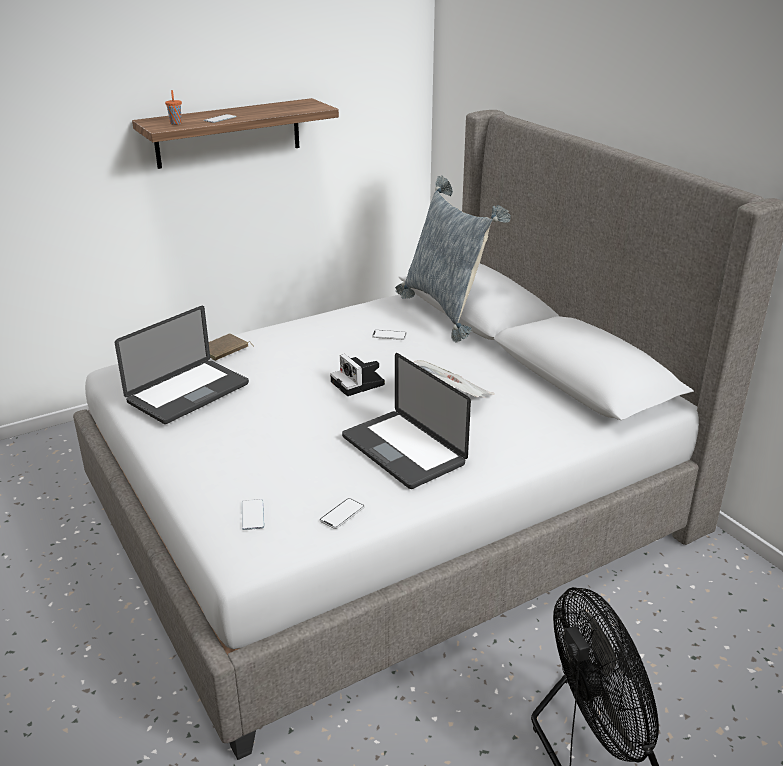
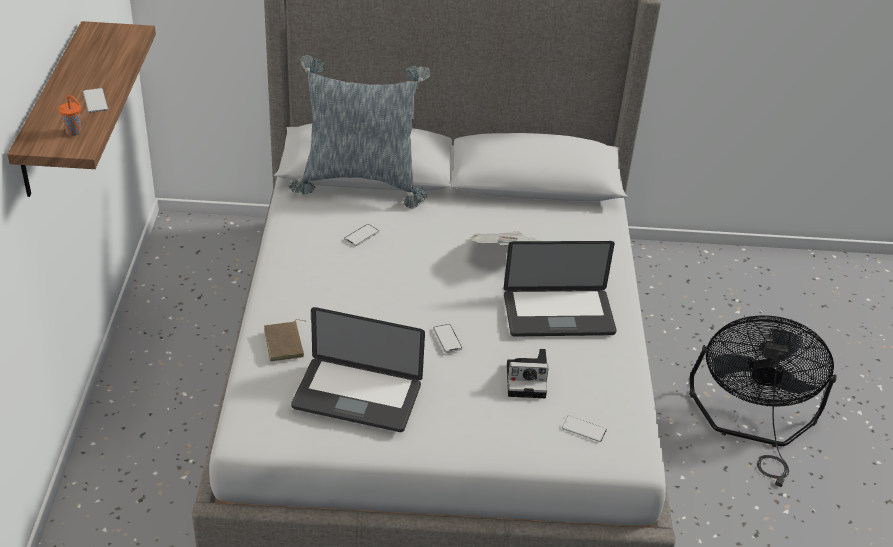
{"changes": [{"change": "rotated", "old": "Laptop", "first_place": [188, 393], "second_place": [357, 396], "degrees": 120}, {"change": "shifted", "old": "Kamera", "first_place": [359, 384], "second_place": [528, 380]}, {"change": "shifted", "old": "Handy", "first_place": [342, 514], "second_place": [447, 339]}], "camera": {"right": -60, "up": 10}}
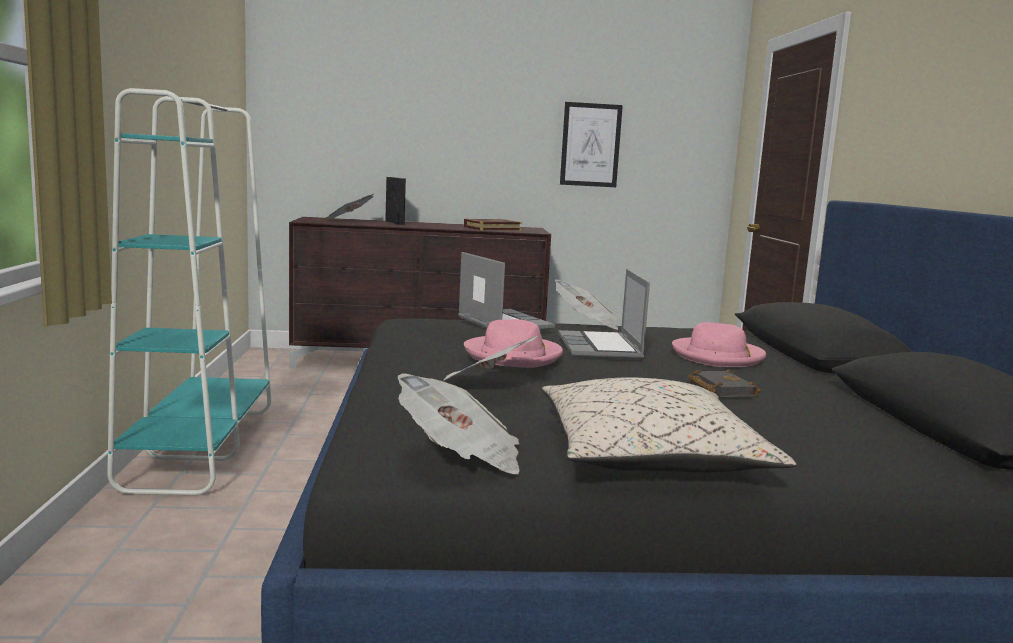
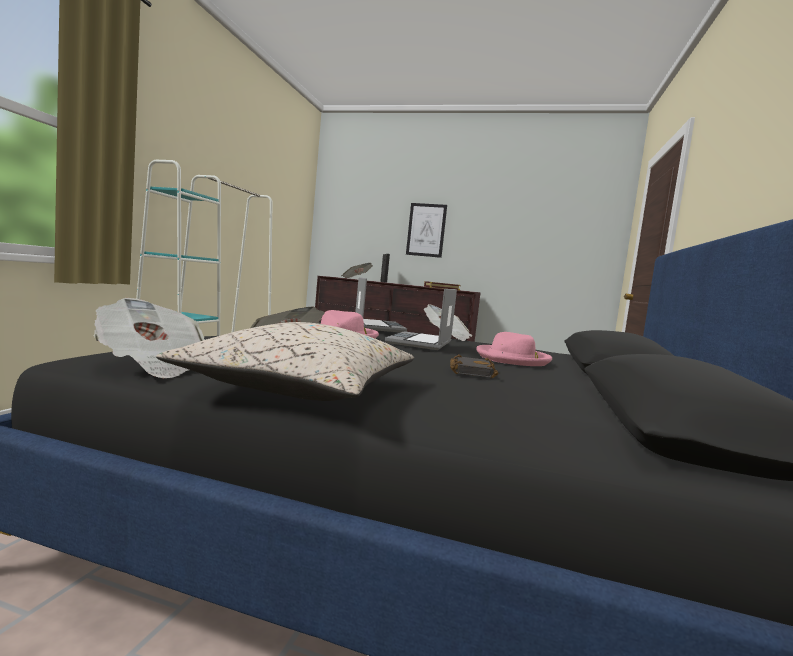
{"changes": [{"change": "shifted", "old": "Bild", "first_place": [590, 145], "second_place": [426, 230]}], "camera": {"right": 20, "up": -5}}
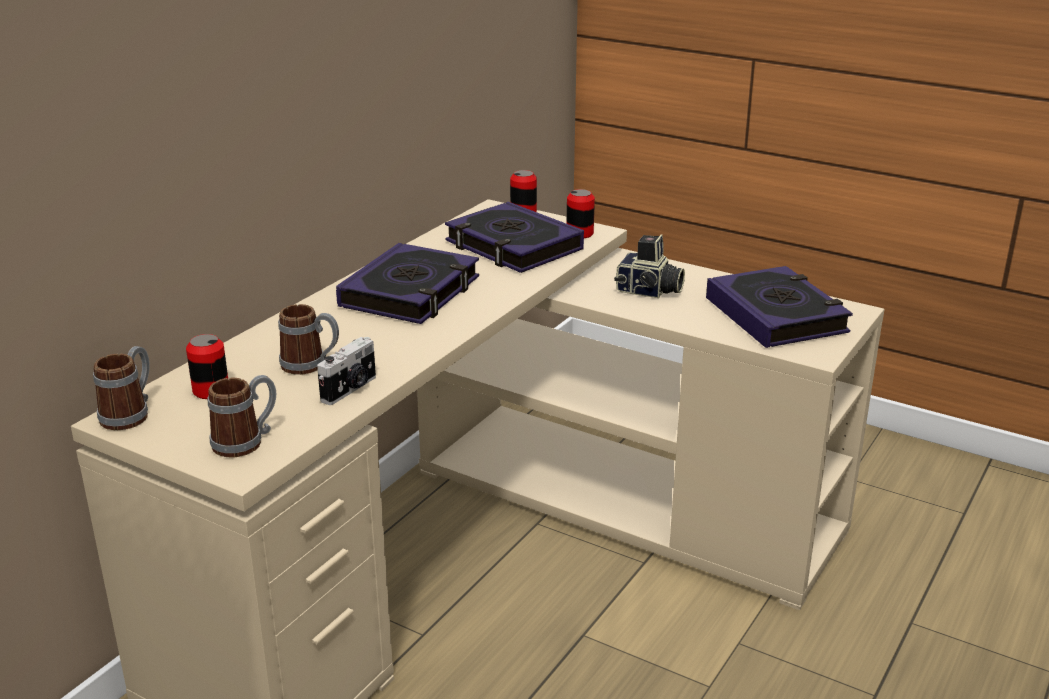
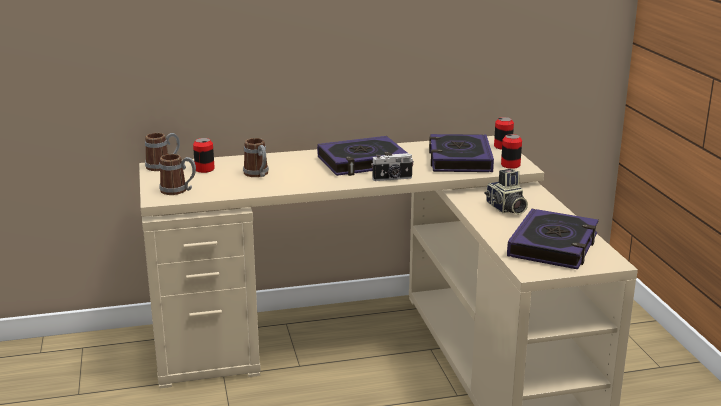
{"changes": [{"change": "shifted", "old": "Kamera", "first_place": [350, 389], "second_place": [392, 178]}], "camera": {"right": 45, "up": -5}}
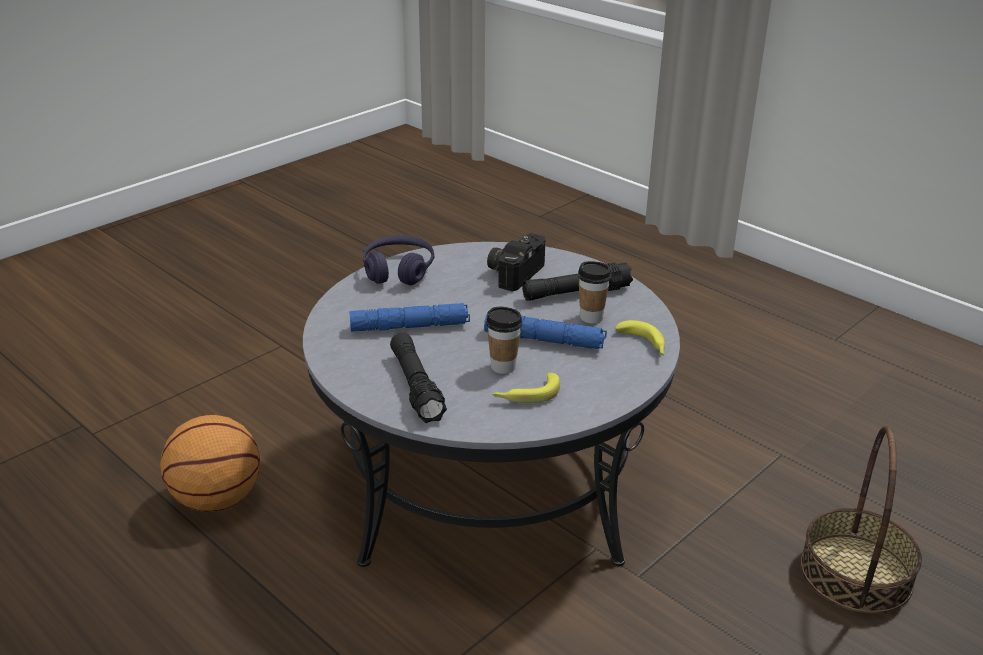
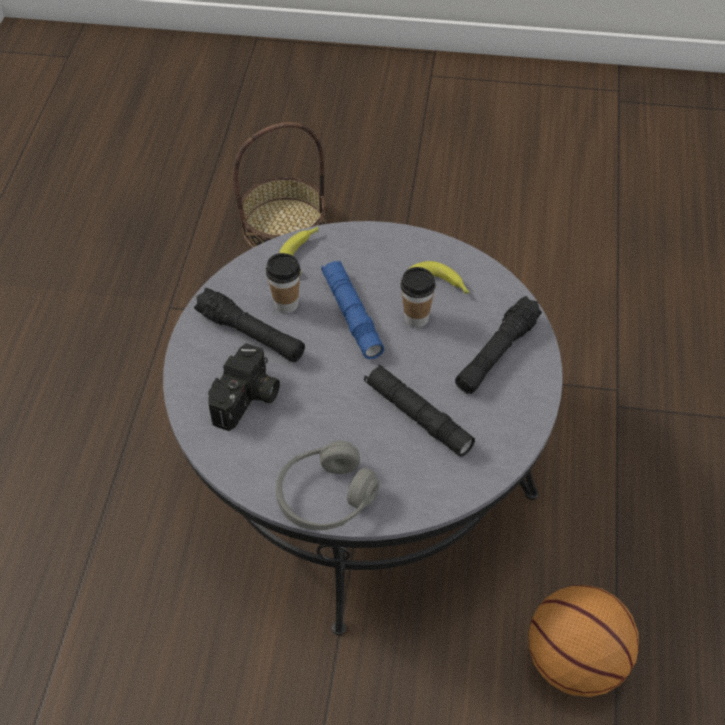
{"changes": [{"change": "rotated", "old": "Kamera", "first_place": [514, 272], "second_place": [248, 400], "degrees": -60}, {"change": "repainted", "old": "Kopfhörer (lila)", "new": "Kopfhörer (grau)", "first_place": [398, 270], "second_place": [326, 497]}, {"change": "repainted", "old": "Taschenlampe (blau)", "new": "Taschenlampe (schwarz)", "first_place": [410, 326], "second_place": [418, 416]}], "camera": {"right": -125, "up": 20}}
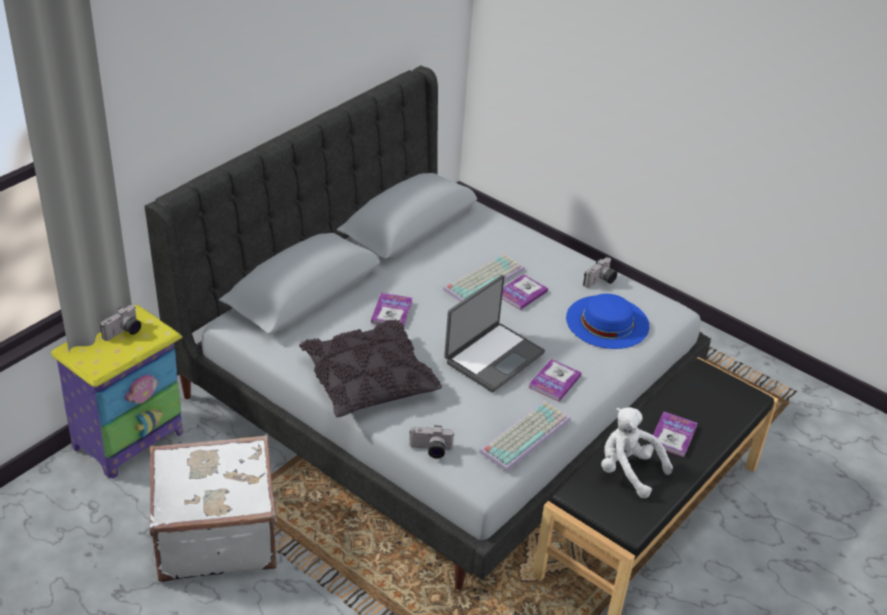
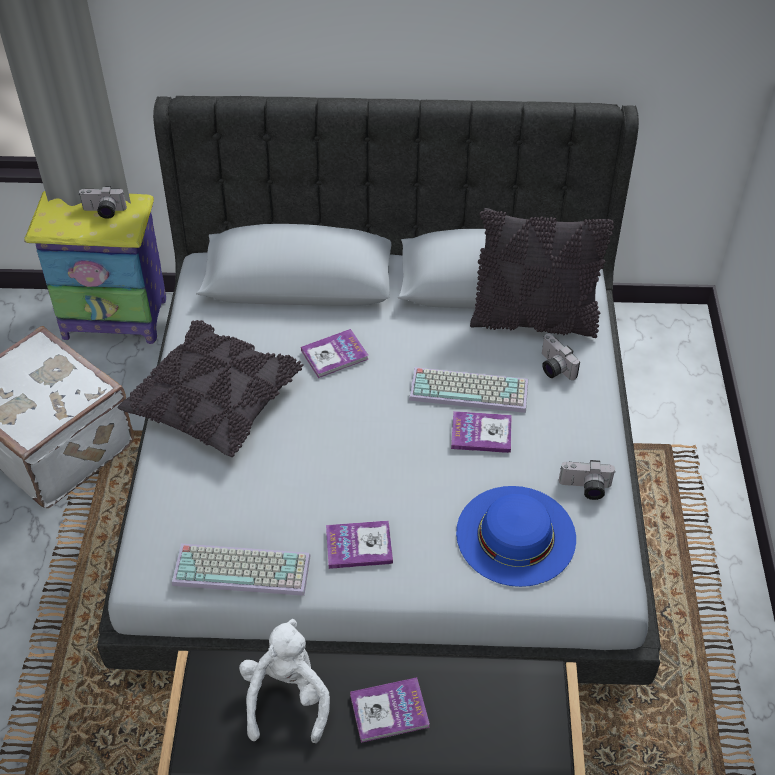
{"changes": [{"change": "gone", "old": "Laptop", "first_place": [493, 357]}, {"change": "shifted", "old": "Kamera", "first_place": [430, 450], "second_place": [553, 368]}, {"change": "new", "new": "Kissen (schwarz)", "second_place": [534, 319]}], "camera": {"right": 55, "up": 10}}
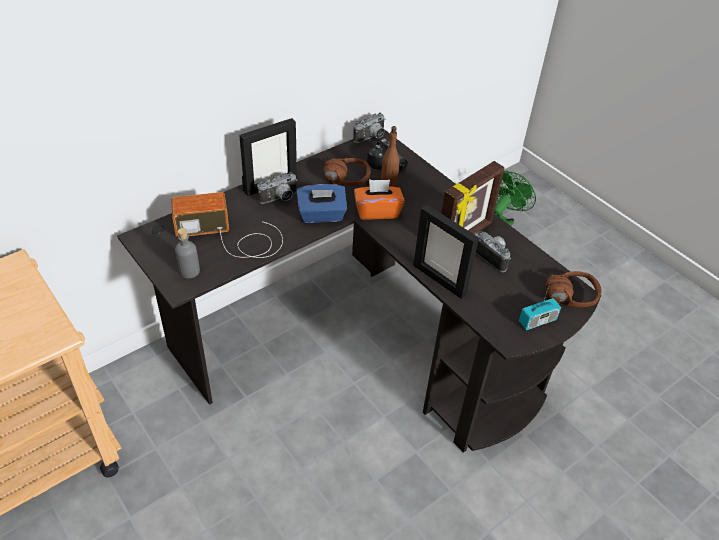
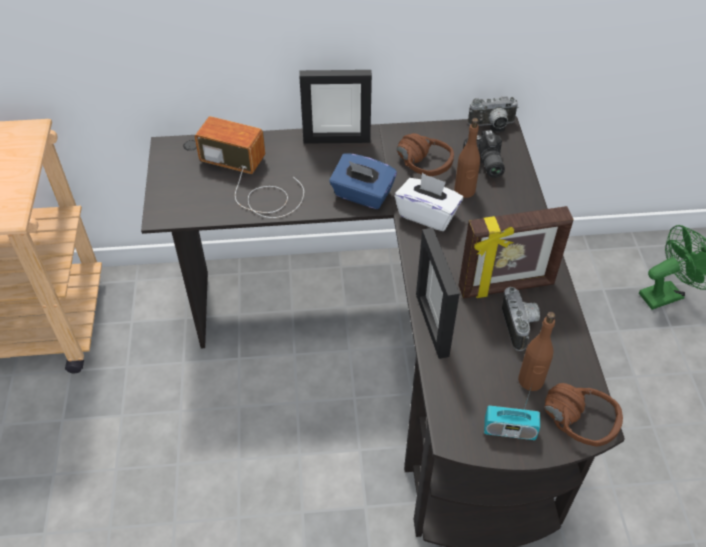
{"changes": [{"change": "gone", "old": "Kamera", "first_place": [280, 199]}, {"change": "repainted", "old": "Taschentuchbox (orange)", "new": "Taschentuchbox (weiß)", "first_place": [377, 211], "second_place": [427, 214]}, {"change": "gone", "old": "Flasche (grau)", "first_place": [189, 271]}, {"change": "new", "new": "Flasche (braun)", "second_place": [530, 381]}], "camera": {"right": 35, "up": 5}}
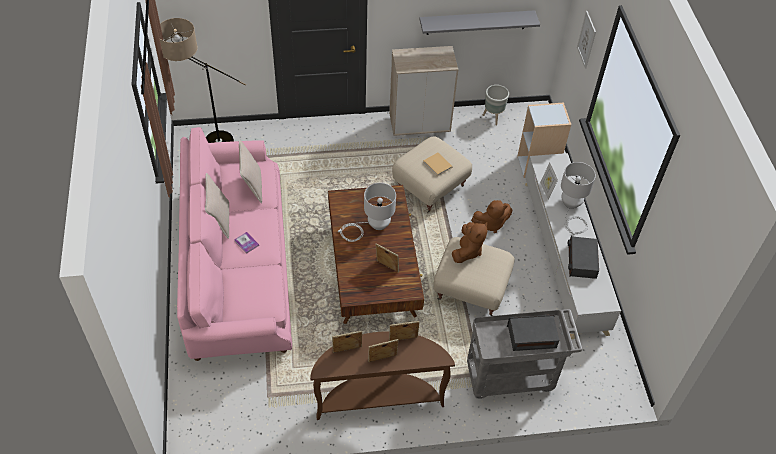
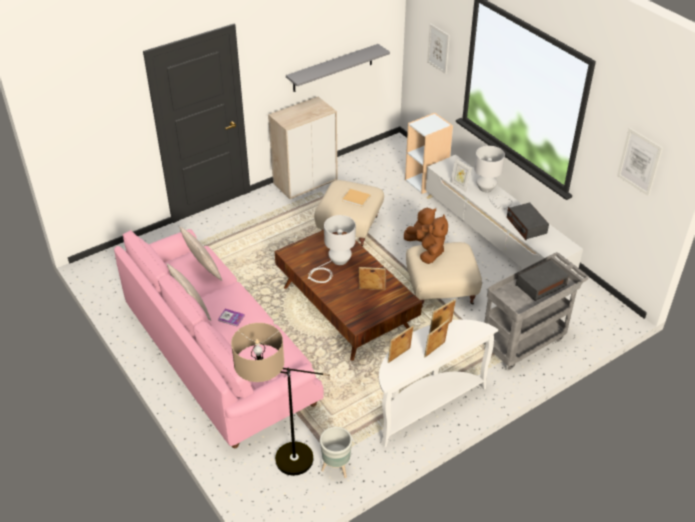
{"changes": [{"change": "shifted", "old": "Stehlampe", "first_place": [207, 143], "second_place": [281, 467]}, {"change": "shifted", "old": "Pflanzkübel (grau)", "first_place": [493, 117], "second_place": [336, 468]}, {"change": "repainted", "old": "Konsolentisch (braun)", "new": "Konsolentisch (weiß)", "first_place": [378, 397], "second_place": [425, 406]}, {"change": "new", "new": "Bild", "second_place": [639, 161]}], "camera": {"right": -25, "up": -10}}
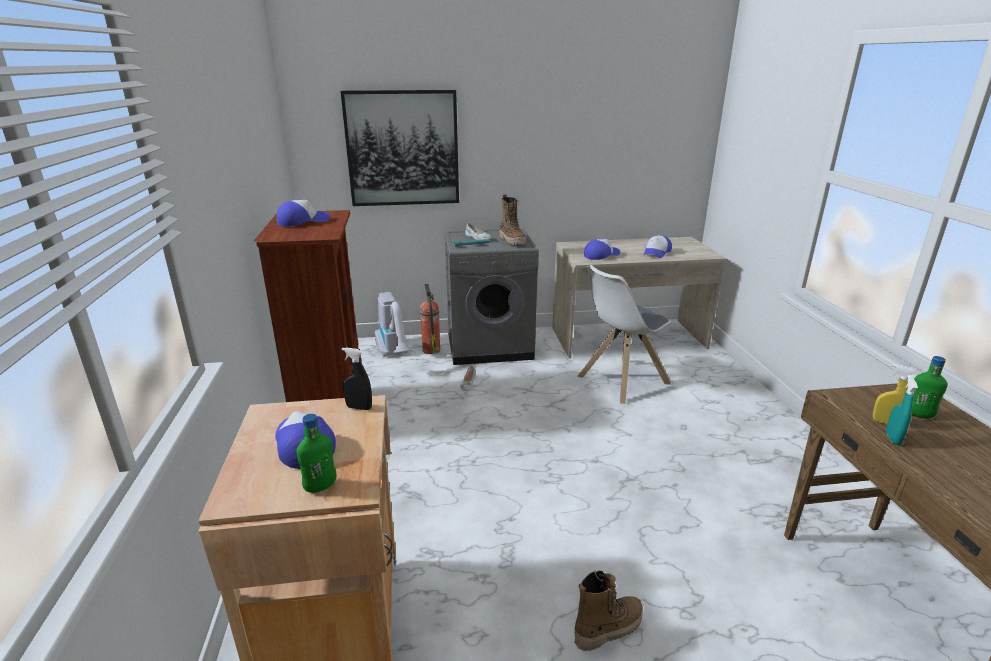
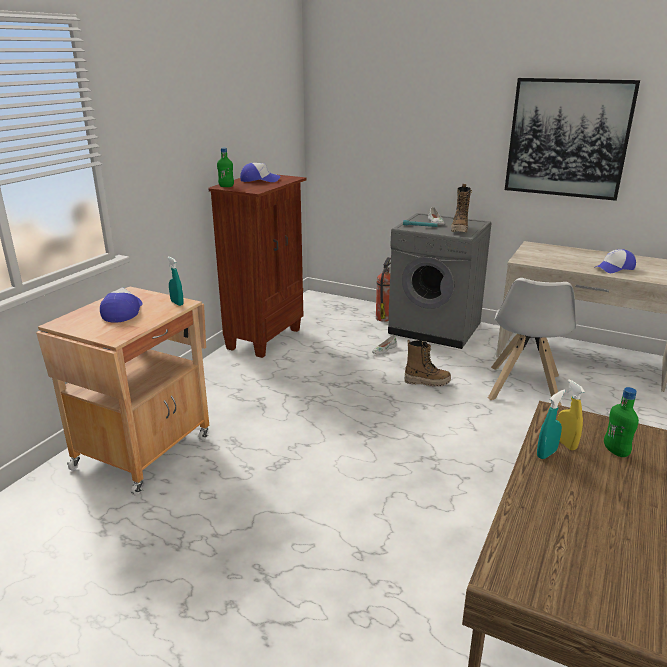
{"changes": [{"change": "shifted", "old": "Bild", "first_place": [402, 149], "second_place": [567, 138]}, {"change": "gone", "old": "Kappe", "first_place": [601, 255]}, {"change": "rotated", "old": "Stuhl", "first_place": [621, 380], "second_place": [523, 388], "degrees": -75}, {"change": "gone", "old": "Staubsauger", "first_place": [395, 355]}, {"change": "repainted", "old": "Sprühflasche (schwarz)", "new": "Sprühflasche (türkis)", "first_place": [359, 407], "second_place": [177, 303]}, {"change": "shifted", "old": "Flasche (grün)", "first_place": [320, 486], "second_place": [226, 186]}, {"change": "shifted", "old": "Stiefel", "first_place": [608, 628], "second_place": [427, 382]}], "camera": {"right": 35, "up": 0}}
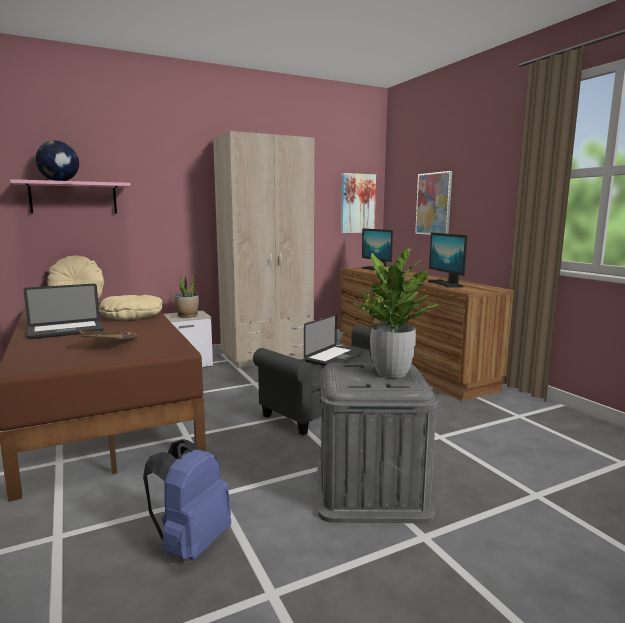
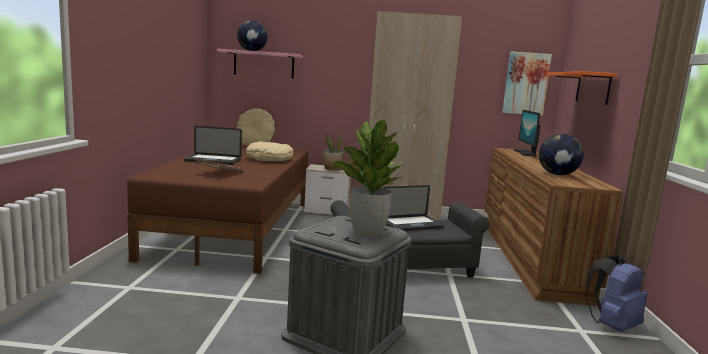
{"changes": [{"change": "swapped", "old": "Bild", "new": "Wandregal (orange)", "first_place": [433, 204], "second_place": [592, 88]}, {"change": "swapped", "old": "Monitor", "new": "Globus", "first_place": [446, 284], "second_place": [557, 174]}, {"change": "shifted", "old": "Rucksack (blau)", "first_place": [191, 543], "second_place": [612, 325]}], "camera": {"right": 30, "up": 0}}
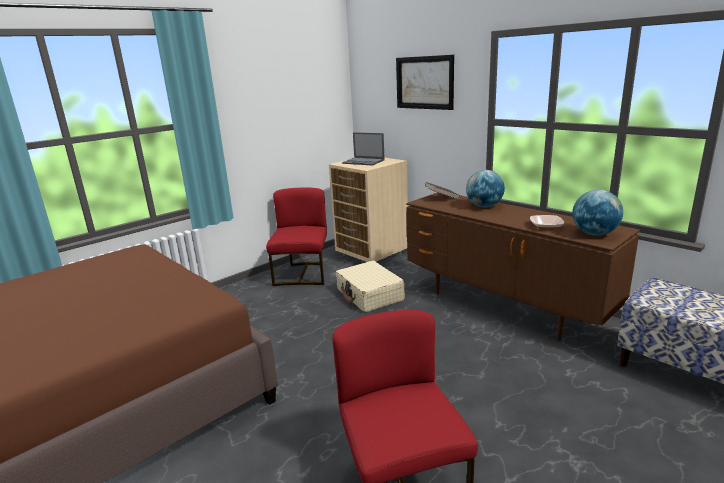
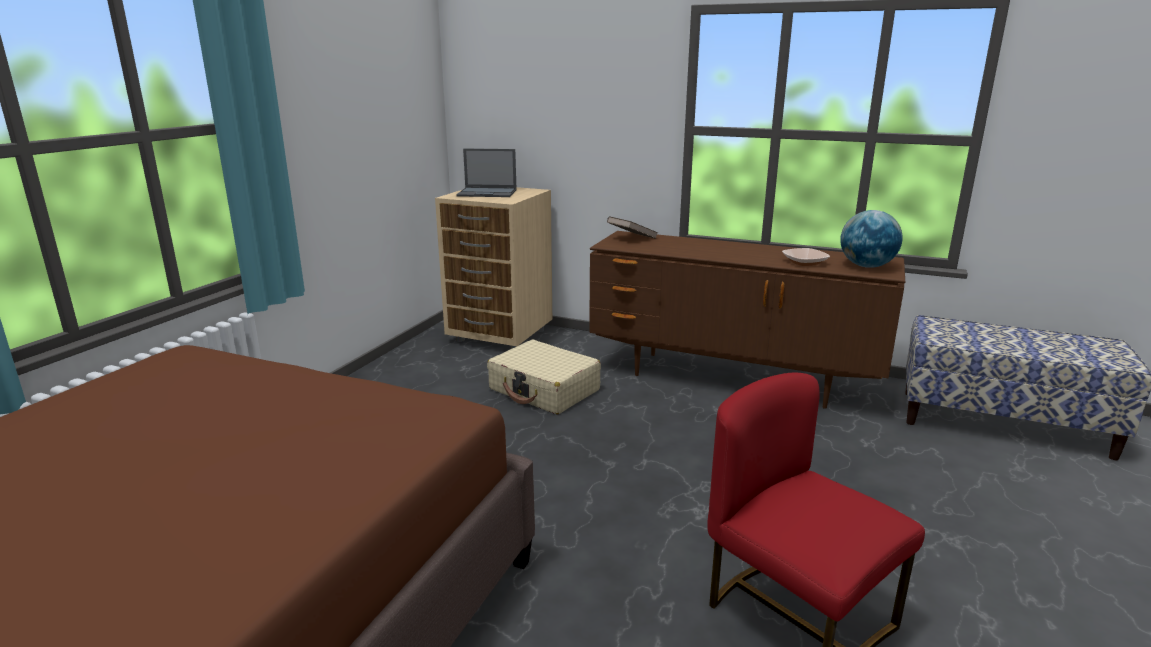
{"changes": [{"change": "gone", "old": "Bild", "first_place": [424, 82]}, {"change": "gone", "old": "Globus", "first_place": [484, 206]}, {"change": "gone", "old": "Stuhl (rot)", "first_place": [303, 274]}], "camera": {"right": -25, "up": 0}}
